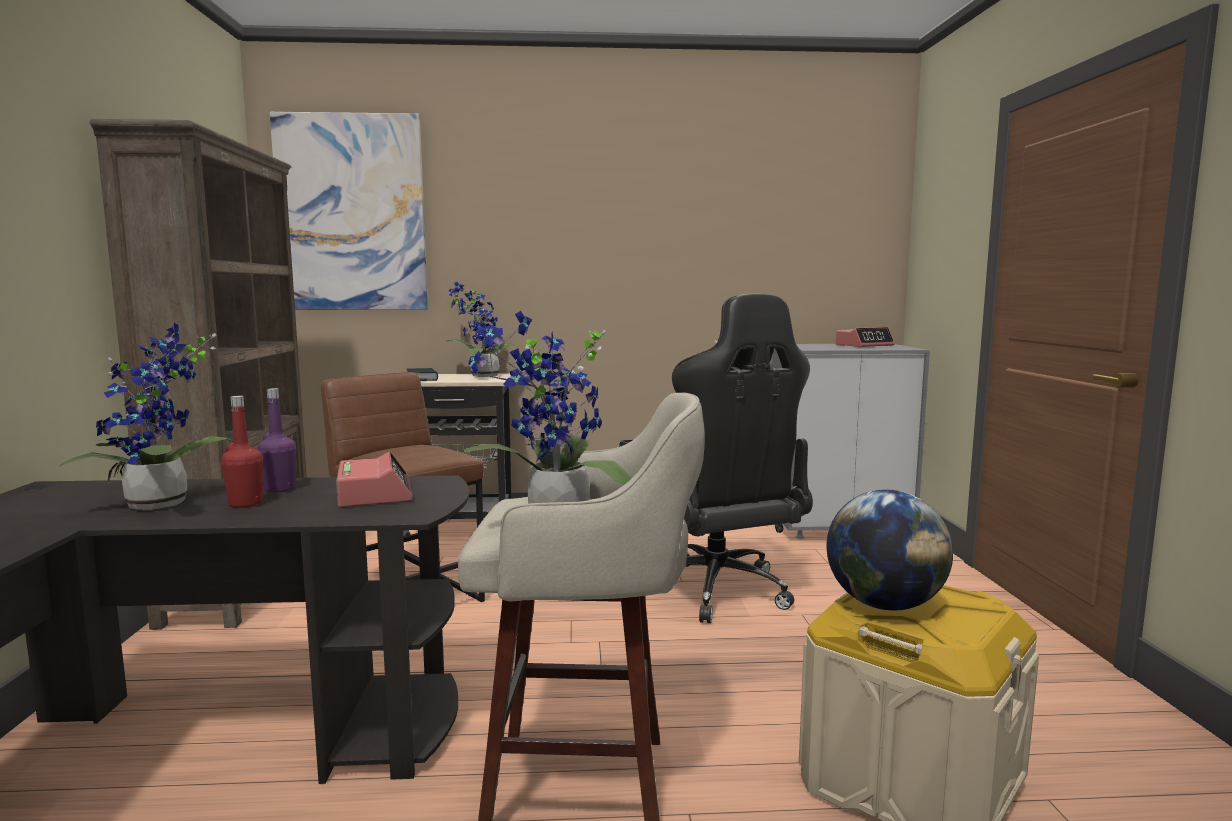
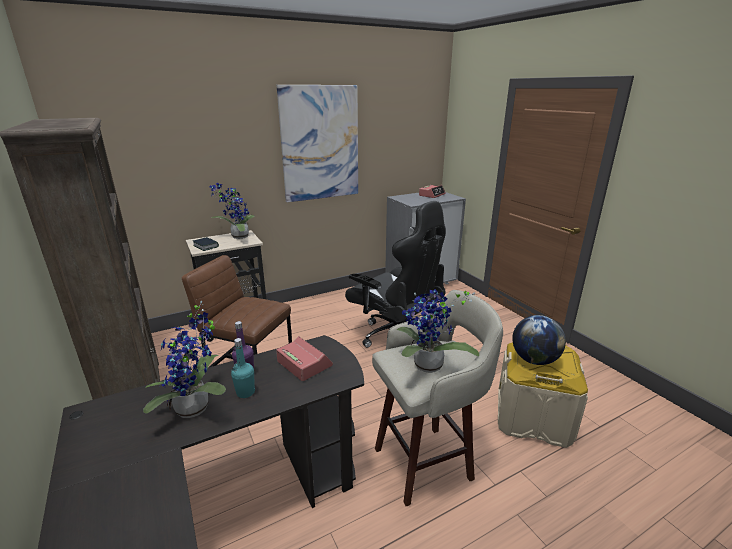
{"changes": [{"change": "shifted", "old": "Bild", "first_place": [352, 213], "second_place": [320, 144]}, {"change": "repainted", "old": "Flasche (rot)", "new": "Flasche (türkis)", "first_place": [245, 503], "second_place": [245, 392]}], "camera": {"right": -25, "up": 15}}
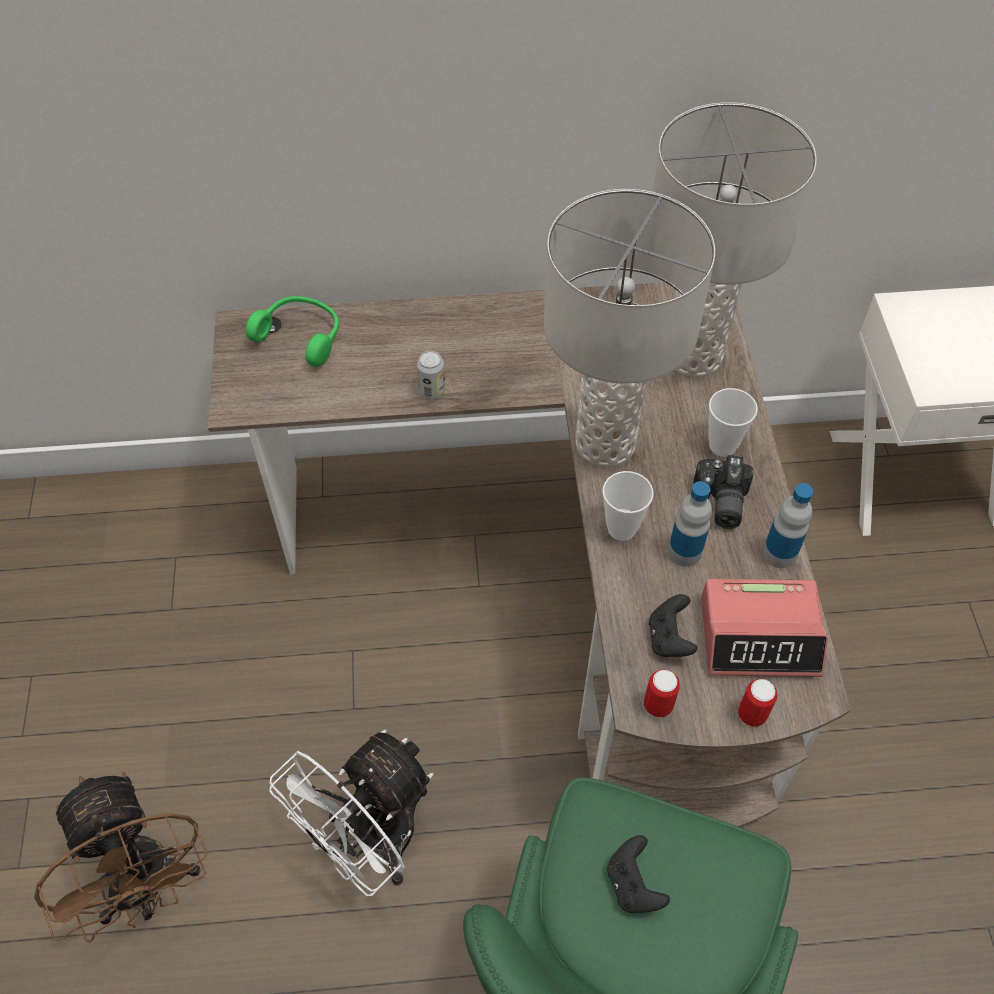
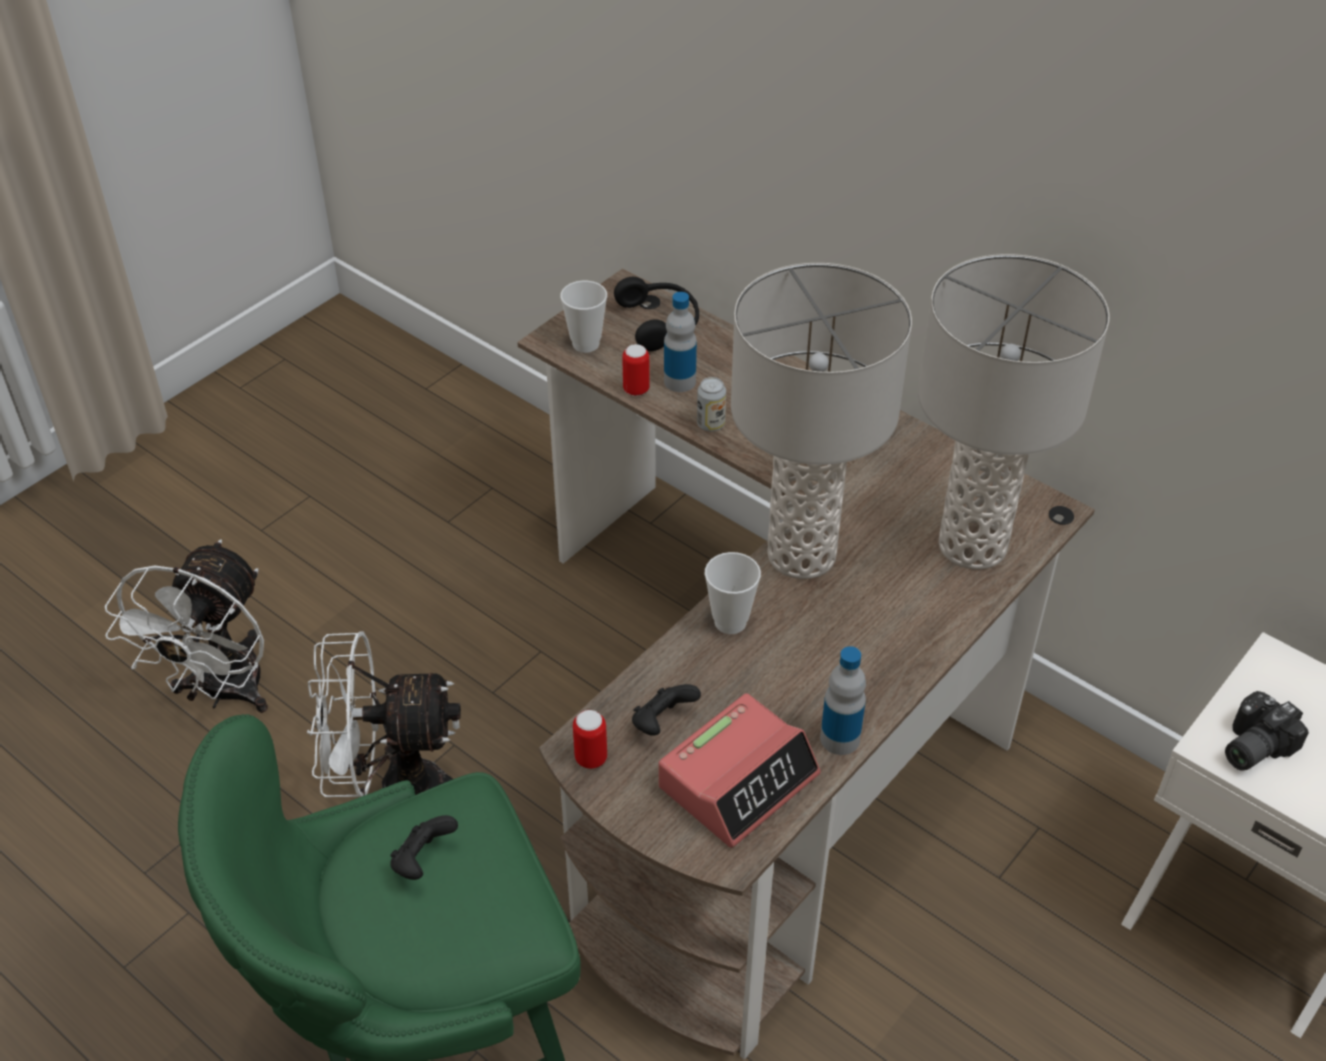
{"changes": [{"change": "repainted", "old": "Kopfhörer (grün)", "new": "Kopfhörer (schwarz)", "first_place": [301, 336], "second_place": [661, 322]}, {"change": "shifted", "old": "Tasse", "first_place": [722, 445], "second_place": [586, 344]}, {"change": "shifted", "old": "Kamera", "first_place": [719, 502], "second_place": [1250, 745]}, {"change": "shifted", "old": "Flasche", "first_place": [684, 552], "second_place": [679, 381]}, {"change": "rotated", "old": "Wecker", "first_place": [760, 636], "second_place": [738, 780], "degrees": -90}, {"change": "shifted", "old": "Dose", "first_place": [752, 714], "second_place": [636, 390]}, {"change": "repainted", "old": "Ventilator (braun)", "new": "Ventilator (weiß)", "first_place": [148, 888], "second_place": [222, 693]}], "camera": {"right": 45, "up": -10}}
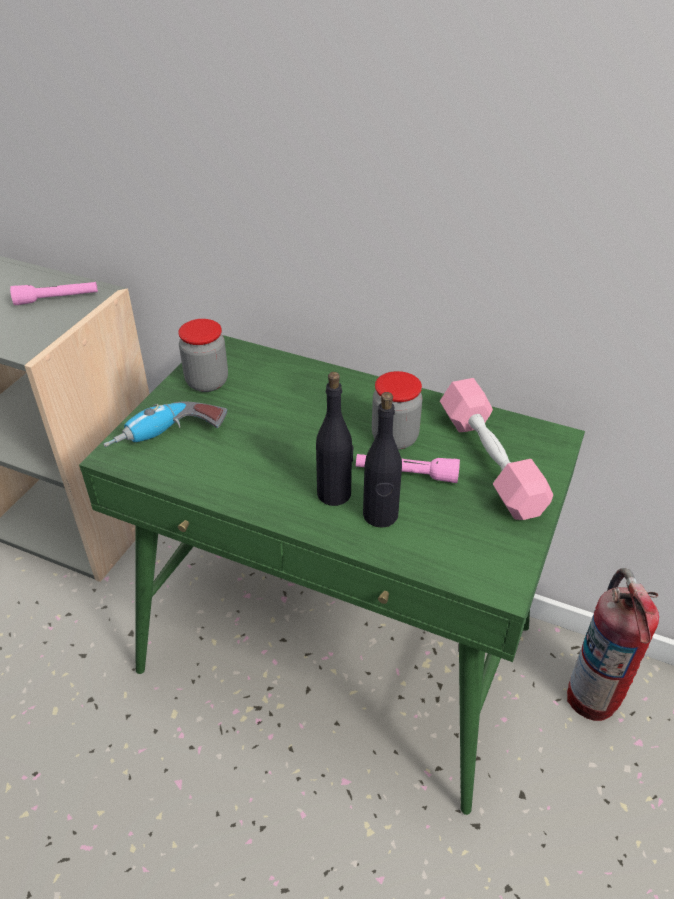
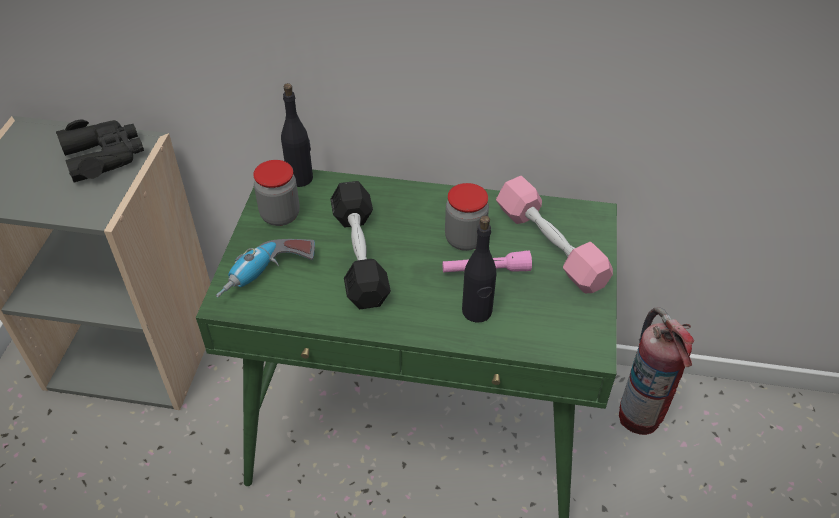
{"changes": [{"change": "swapped", "old": "Taschenlampe (rosa)", "new": "Fernglas (schwarz)", "first_place": [57, 299], "second_place": [104, 156]}, {"change": "shifted", "old": "Flasche (schwarz)", "first_place": [334, 493], "second_place": [300, 178]}, {"change": "new", "new": "Hantel (schwarz)", "second_place": [359, 255]}], "camera": {"right": -15, "up": 5}}
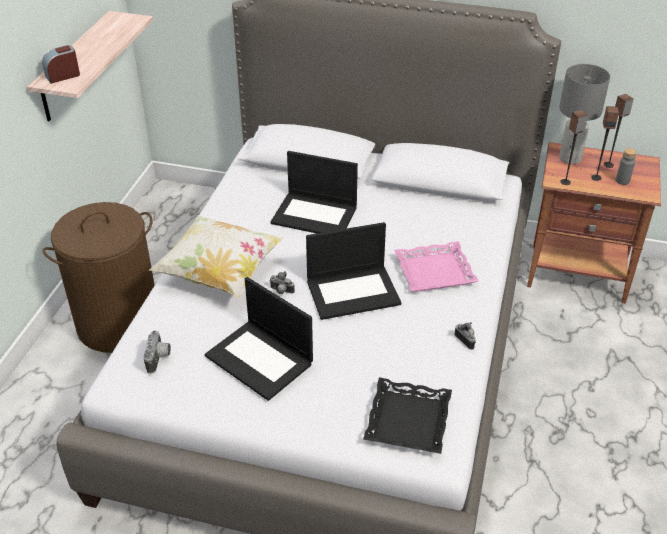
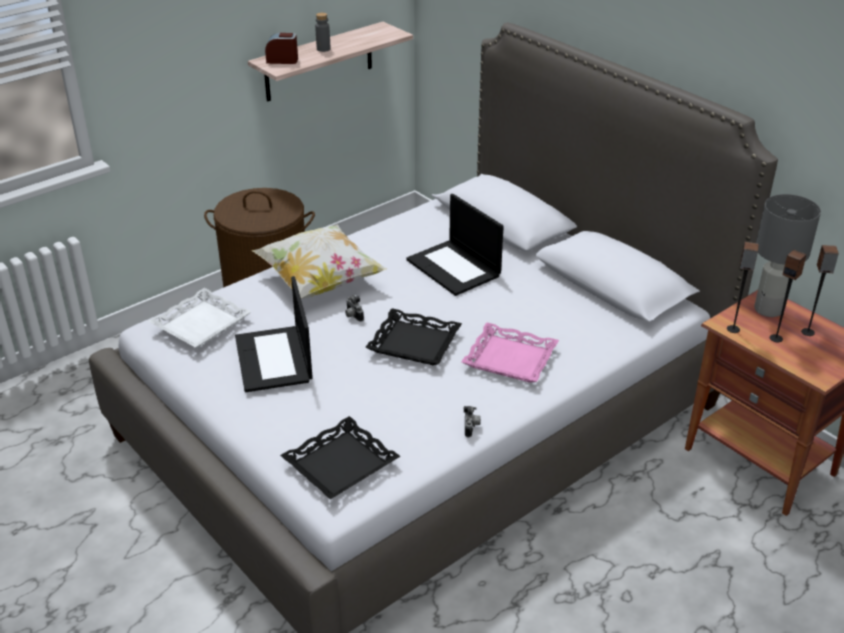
{"changes": [{"change": "shifted", "old": "Flasche (grau)", "first_place": [622, 181], "second_place": [323, 49]}, {"change": "swapped", "old": "Laptop", "new": "Tablett (schwarz)", "first_place": [353, 291], "second_place": [414, 343]}, {"change": "swapped", "old": "Kamera", "new": "Tablett (weiß)", "first_place": [159, 359], "second_place": [200, 324]}], "camera": {"right": 35, "up": -5}}
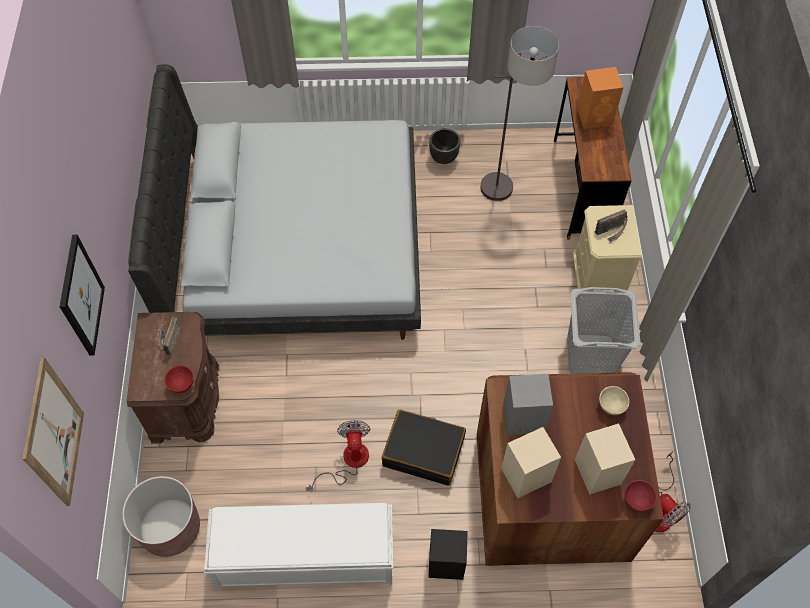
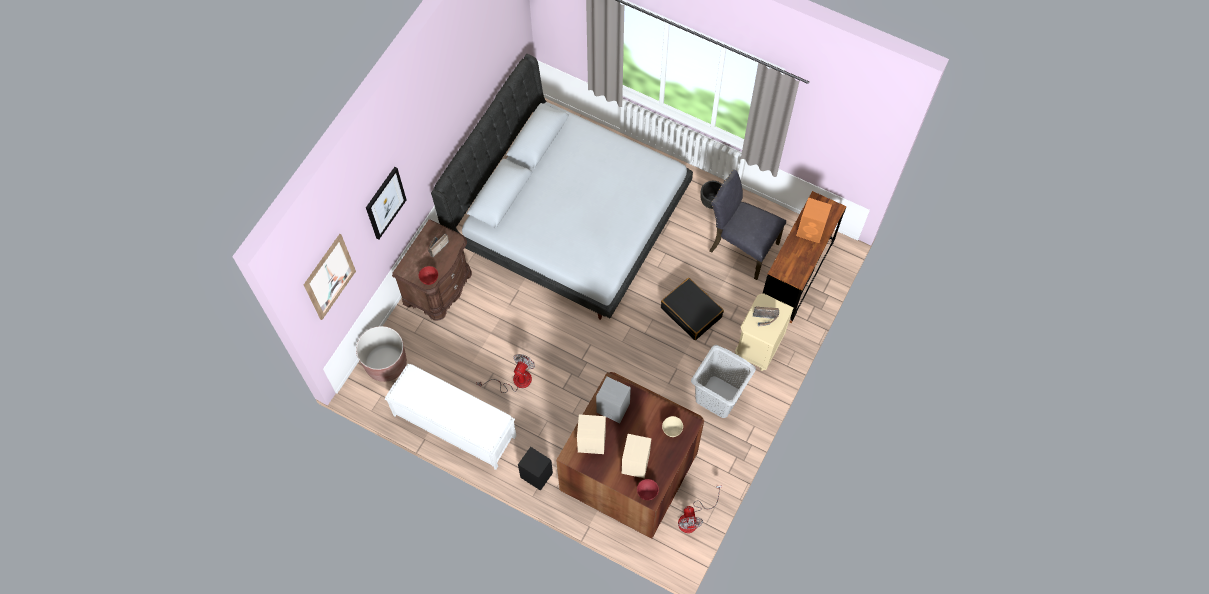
{"changes": [{"change": "swapped", "old": "Stehlampe (grau)", "new": "Stuhl (grau)", "first_place": [506, 188], "second_place": [741, 247]}, {"change": "shifted", "old": "Koffer (schwarz)", "first_place": [423, 451], "second_place": [691, 312]}], "camera": {"right": 30, "up": 5}}
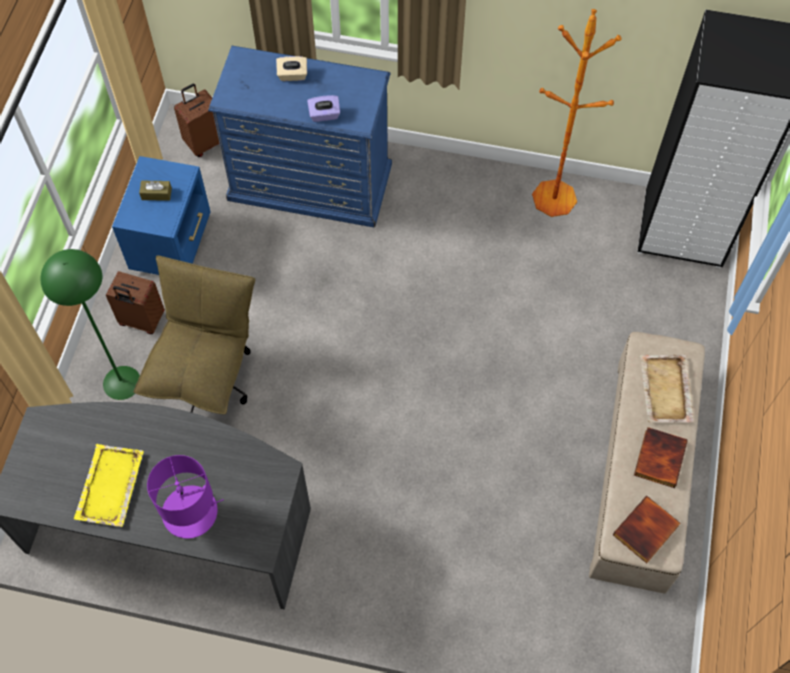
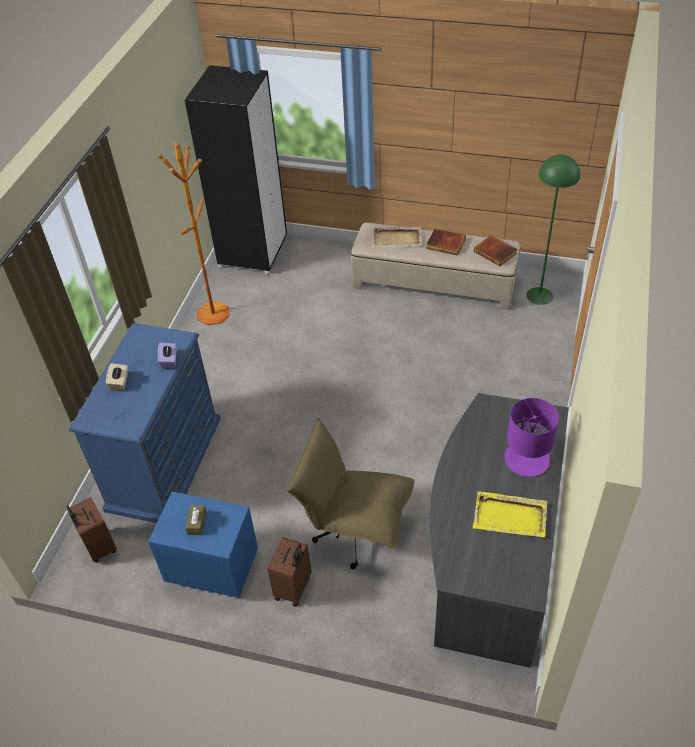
{"changes": [{"change": "shifted", "old": "Stehlampe (grün)", "first_place": [121, 383], "second_place": [540, 295]}], "camera": {"right": -85, "up": -15}}
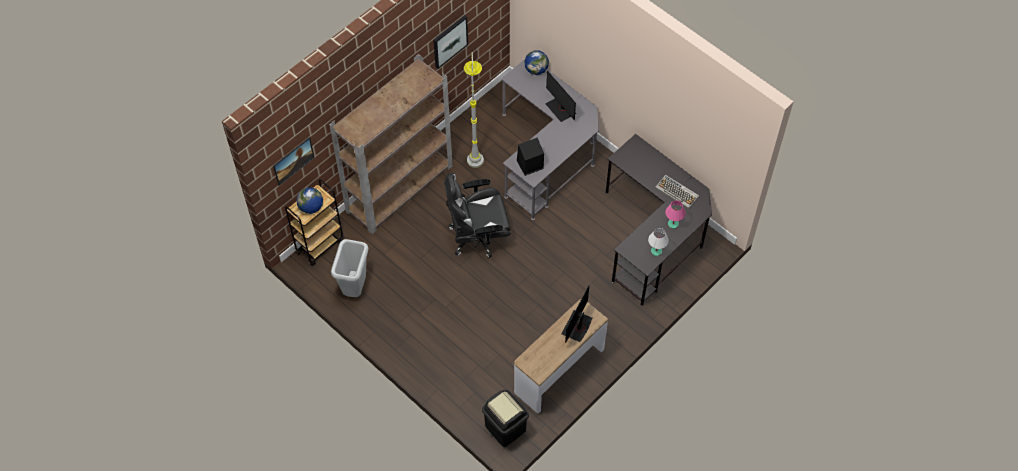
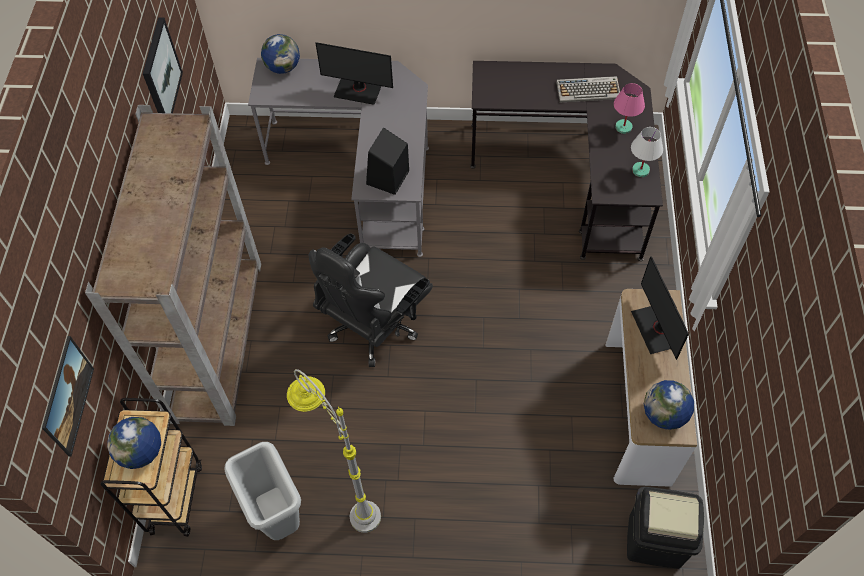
{"changes": [{"change": "shifted", "old": "Stehlampe (grau)", "first_place": [475, 148], "second_place": [348, 497]}, {"change": "new", "new": "Globus", "second_place": [664, 414]}], "camera": {"right": -40, "up": 0}}
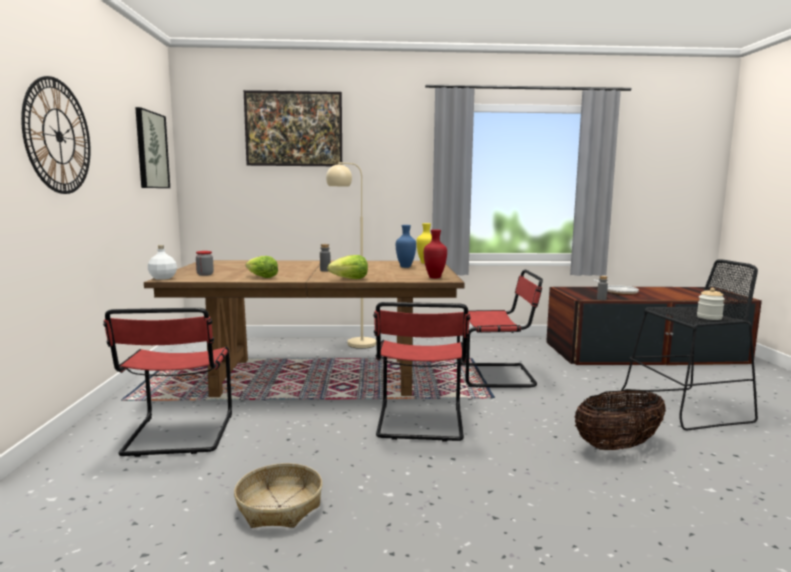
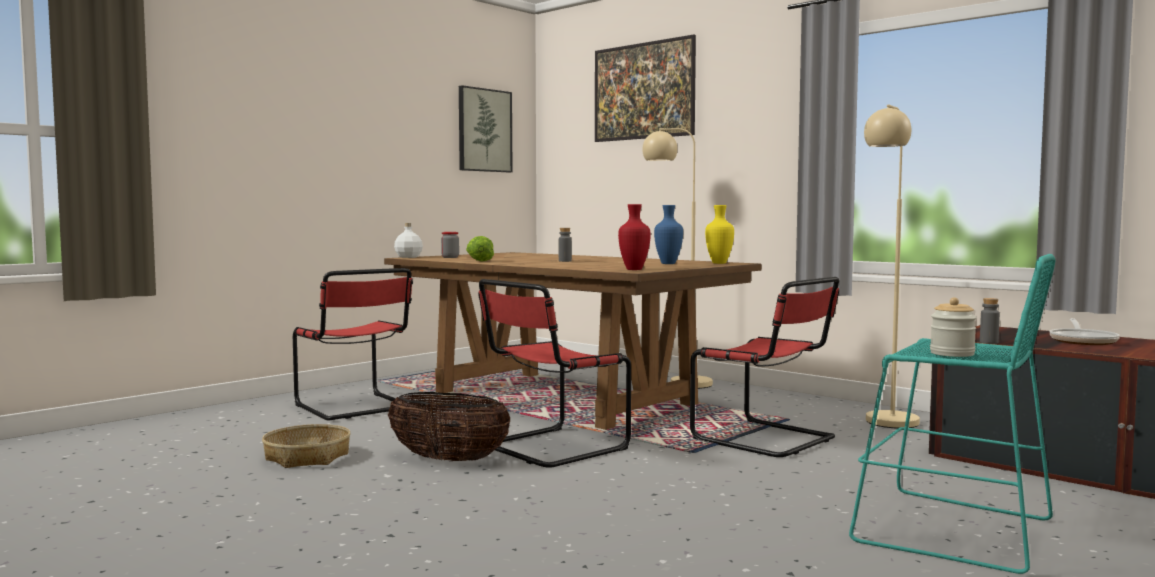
{"changes": [{"change": "gone", "old": "Wanduhr", "first_place": [58, 136]}, {"change": "gone", "old": "Salatkopf", "first_place": [350, 279]}, {"change": "repainted", "old": "Hocker (schwarz)", "new": "Hocker (türkis)", "first_place": [684, 407], "second_place": [950, 529]}, {"change": "rotated", "old": "Stuhl (rot)", "first_place": [178, 436], "second_place": [355, 408], "degrees": -75}, {"change": "shifted", "old": "Korb", "first_place": [618, 446], "second_place": [449, 460]}, {"change": "new", "new": "Stehlampe (beige)", "second_place": [887, 425]}], "camera": {"right": 45, "up": -5}}
